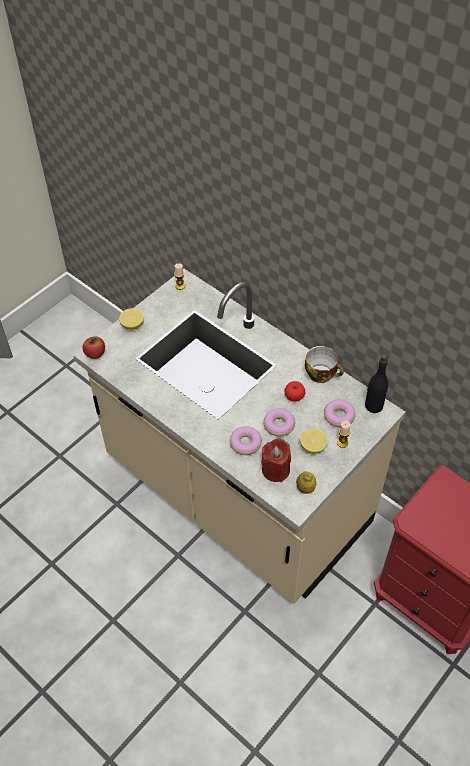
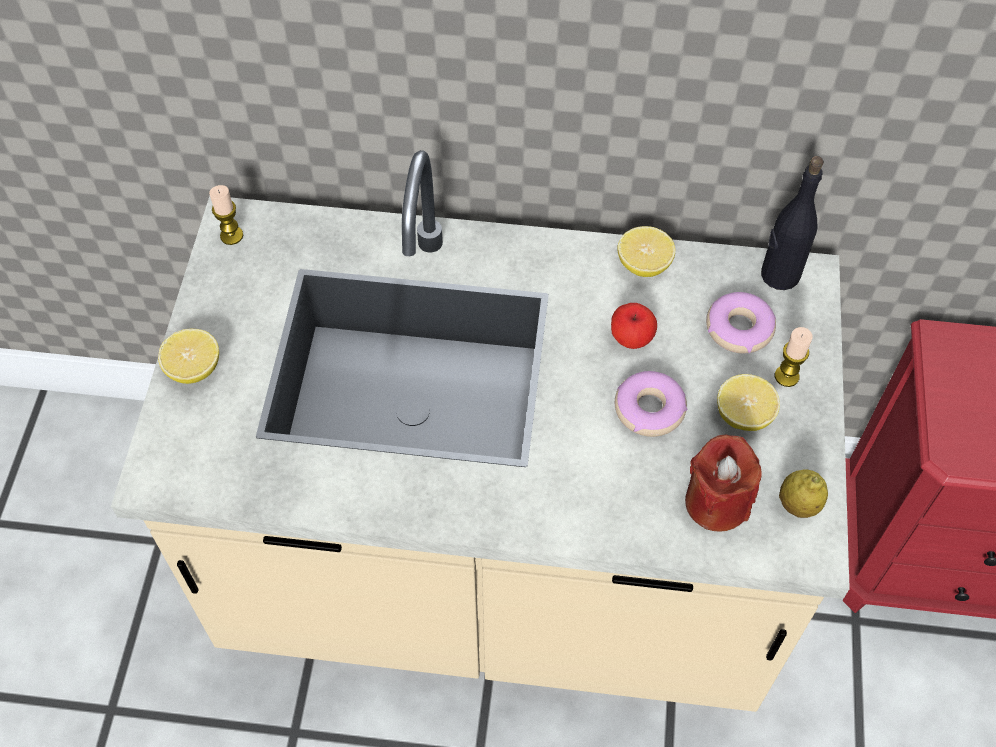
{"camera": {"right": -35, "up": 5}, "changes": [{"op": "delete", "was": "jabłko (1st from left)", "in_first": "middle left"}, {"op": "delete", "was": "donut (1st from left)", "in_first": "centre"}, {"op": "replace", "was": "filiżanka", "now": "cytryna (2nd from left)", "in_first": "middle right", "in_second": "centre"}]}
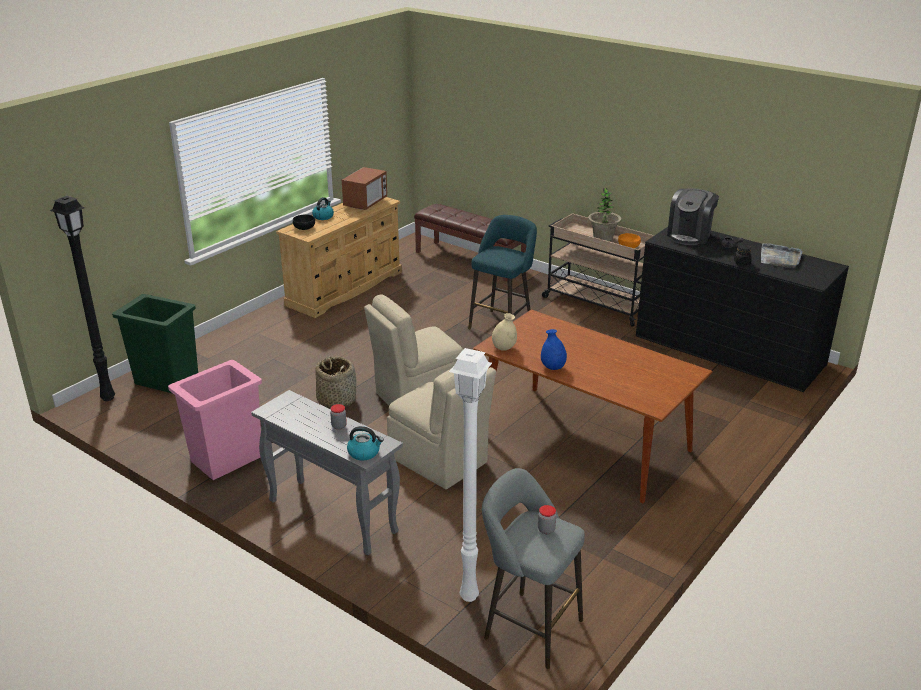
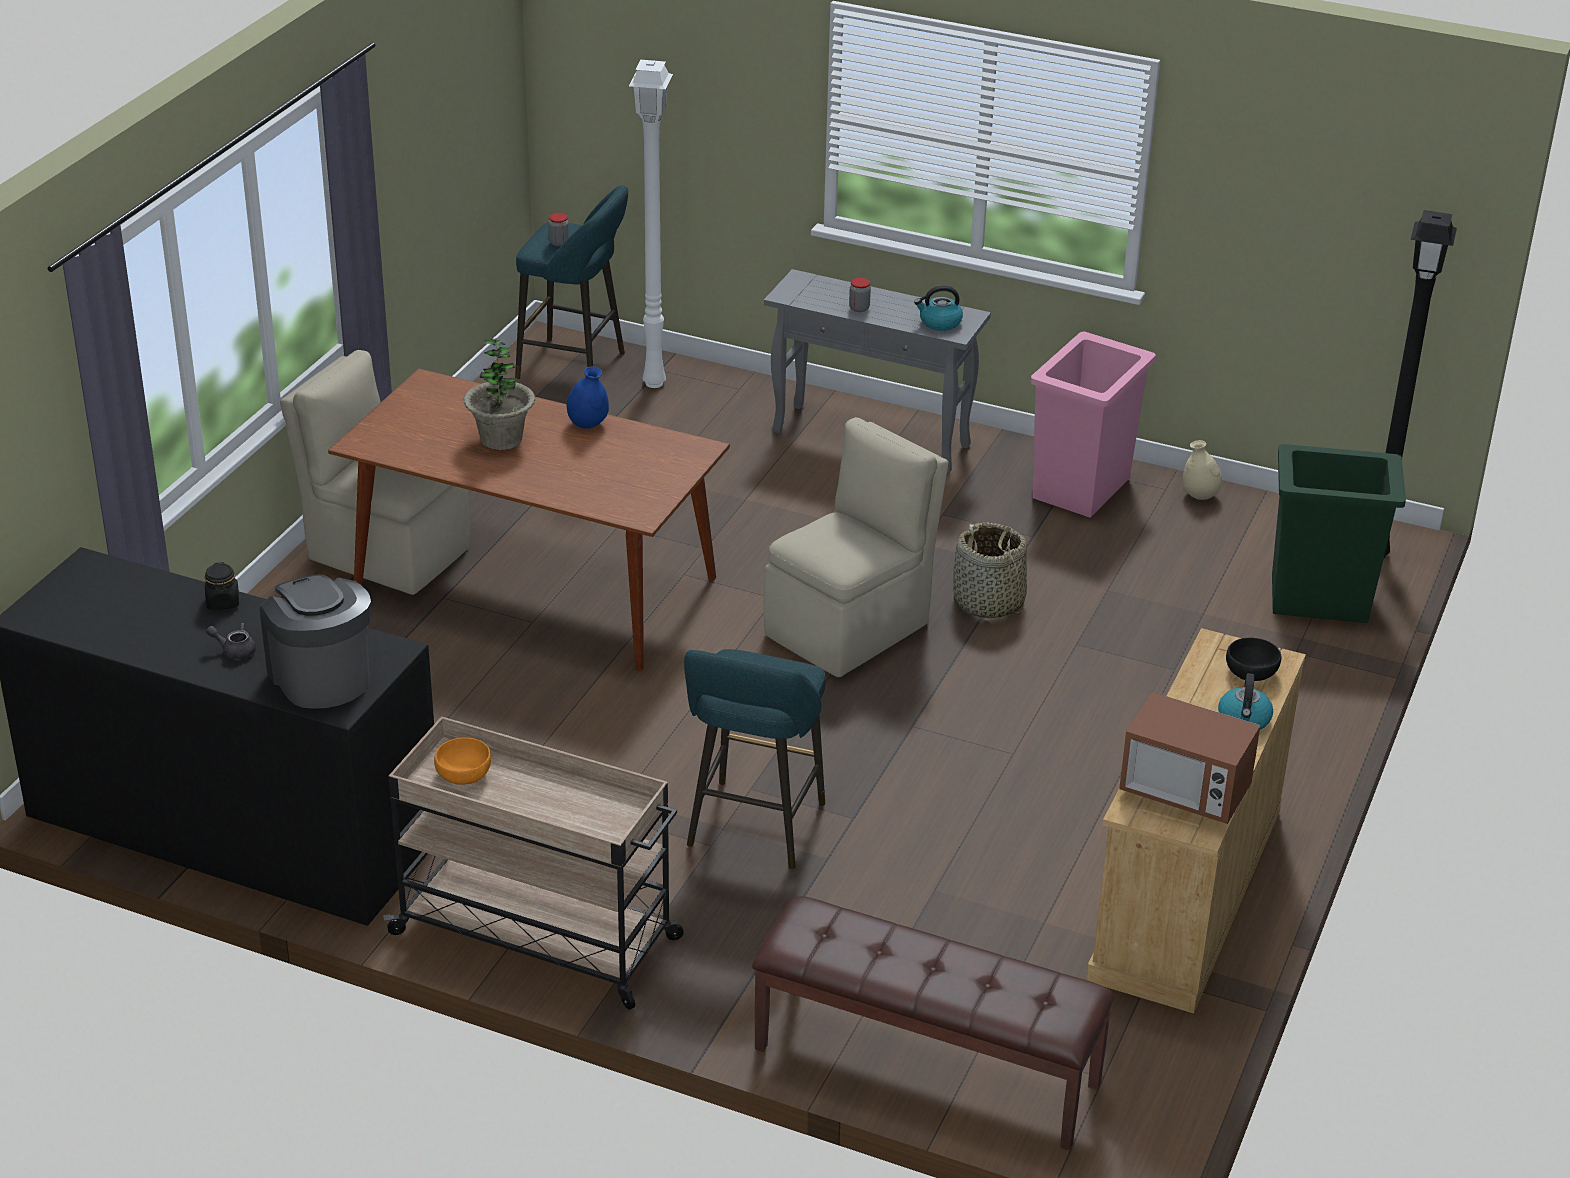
{"camera": {"right": 165, "up": 5}, "changes": [{"op": "rotate", "was": "mikrofalówka", "in_first": "top centre", "in_second": "middle right", "clockwise": -75}, {"op": "move", "was": "czajnik (2nd from left in the first image)", "now": "czajnik (1st from left)", "in_first": "centre", "in_second": "top centre"}, {"op": "move", "was": "krzesło/beżowy (2nd from left in the first image)", "now": "krzesło/beżowy (1st from left)", "in_first": "centre", "in_second": "middle left"}, {"op": "recolor", "was": "stołek/szary", "now": "stołek/turkusowy (1st from left)", "in_first": "bottom centre", "in_second": "top centre"}, {"op": "move", "was": "wazon/beżowy", "in_first": "centre", "in_second": "middle right"}, {"op": "move", "was": "roślina doniczkowa", "in_first": "top centre", "in_second": "middle left"}, {"op": "rotate", "was": "ekspres do kawy", "in_first": "top right", "in_second": "middle left", "clockwise": -45}, {"op": "delete", "was": "taca/szary", "in_first": "middle right"}]}
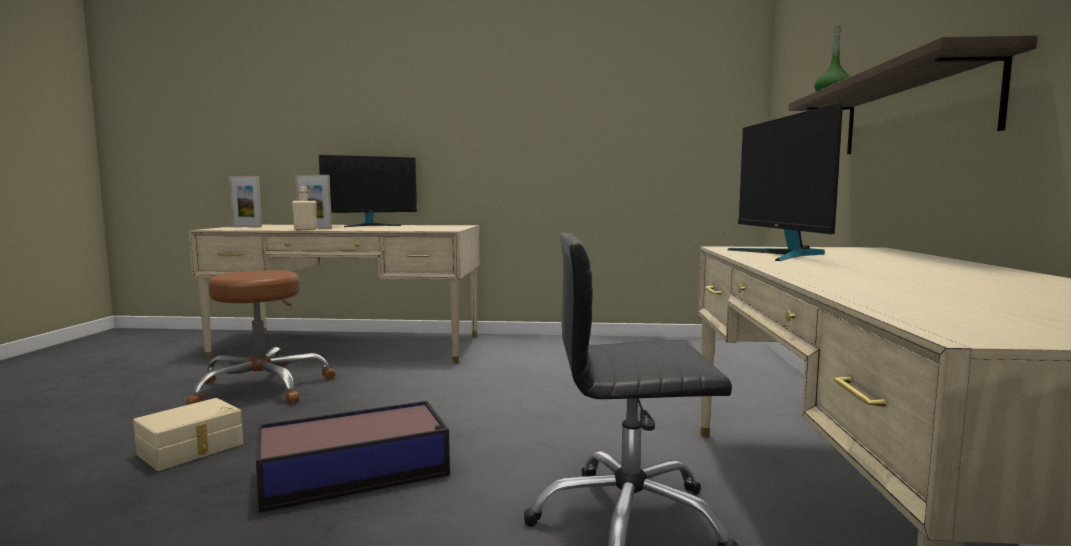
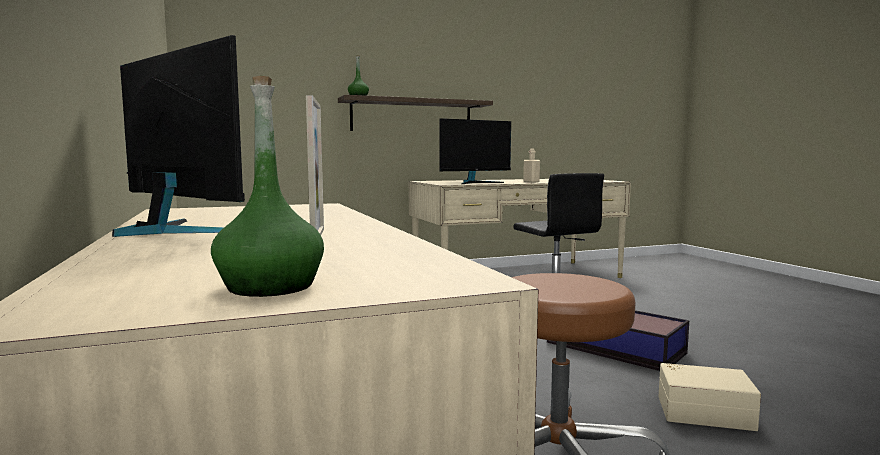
{"camera": {"right": -115, "up": 0}, "changes": [{"op": "replace", "was": "ramka na zdjęcie (1st from left)", "now": "butelka/zielony (1st from left)", "in_first": "middle left", "in_second": "middle left"}, {"op": "move", "was": "butelka/beżowy", "in_first": "middle left", "in_second": "centre"}]}
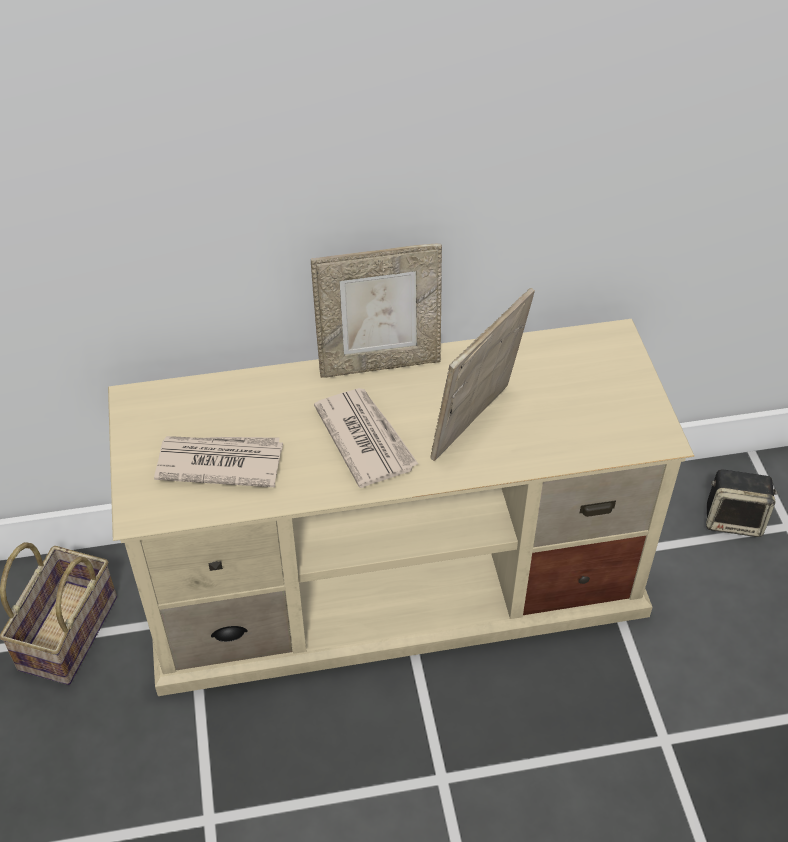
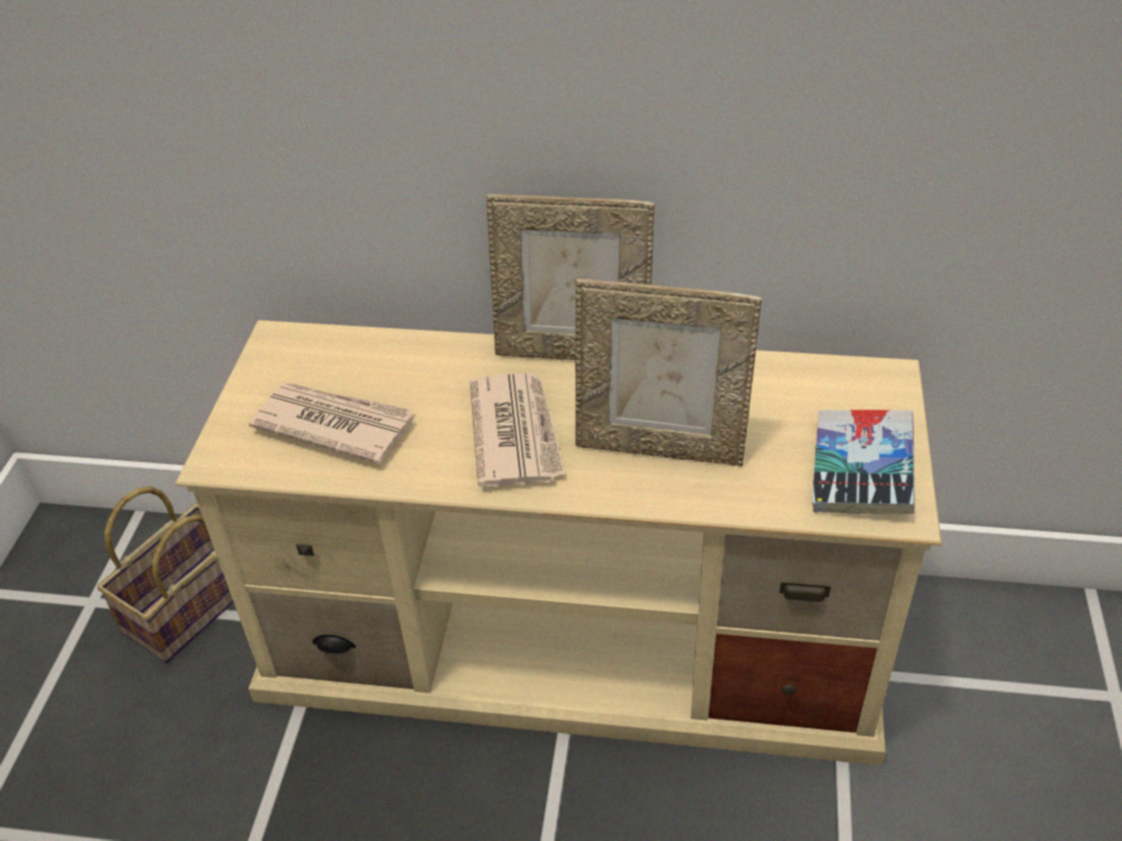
{"camera": {"right": 20, "up": -5}, "changes": [{"op": "rotate", "was": "ramka na zdjęcie (2nd from left)", "in_first": "centre", "in_second": "centre", "clockwise": -135}, {"op": "delete", "was": "głośnik", "in_first": "middle right"}, {"op": "insert", "now": "książka", "in_second": "middle right"}]}
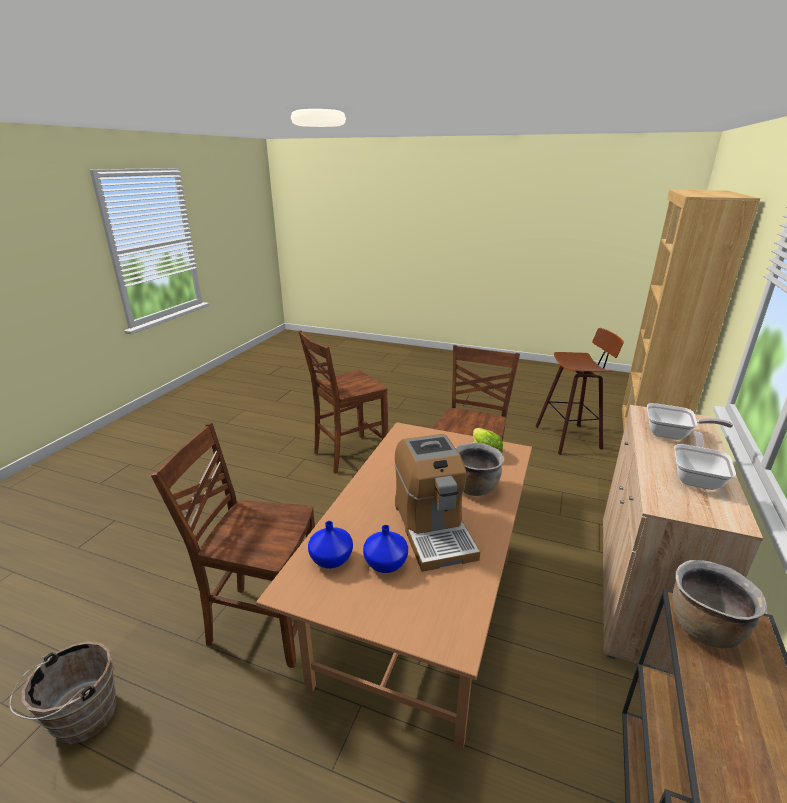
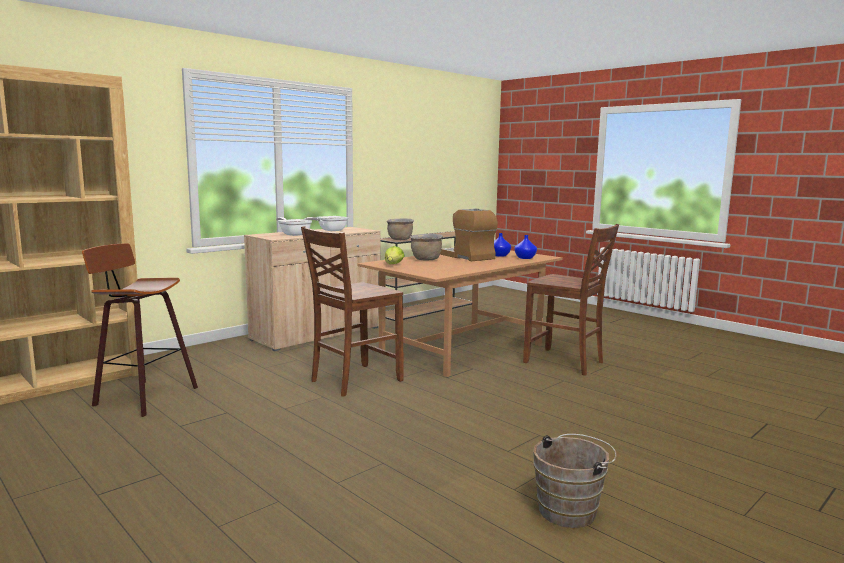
{"camera": {"right": -155, "up": -15}, "changes": [{"op": "move", "was": "wiadro/brązowy", "in_first": "bottom left", "in_second": "bottom right"}, {"op": "delete", "was": "krzesło/brązowy (2nd from left)", "in_first": "centre"}, {"op": "rotate", "was": "ekspres do kawy", "in_first": "centre", "in_second": "centre", "clockwise": -45}]}
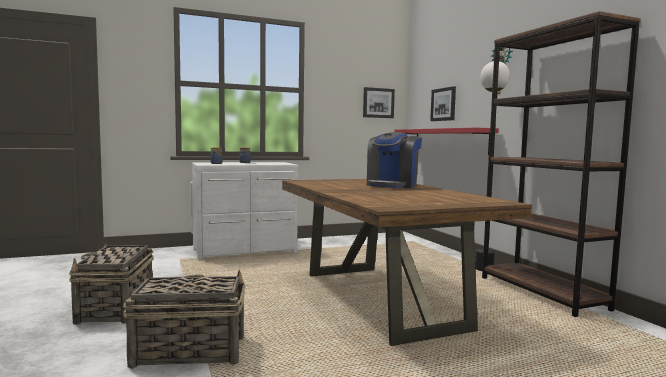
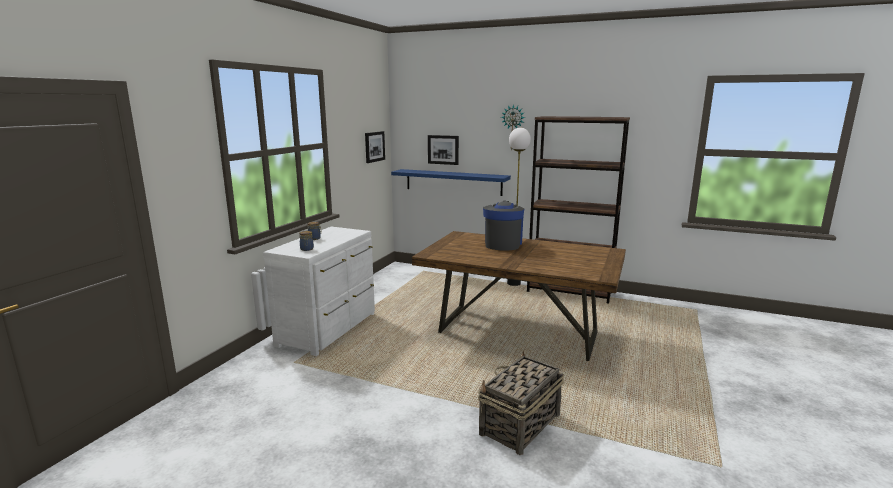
{"camera": {"right": -45, "up": 10}, "changes": [{"op": "delete", "was": "koszyk (1st from left)", "in_first": "bottom left"}, {"op": "rotate", "was": "ekspres do kawy", "in_first": "centre", "in_second": "centre", "clockwise": -150}, {"op": "recolor", "was": "półka/czerwony", "now": "półka/niebieski", "in_first": "middle right", "in_second": "centre"}]}
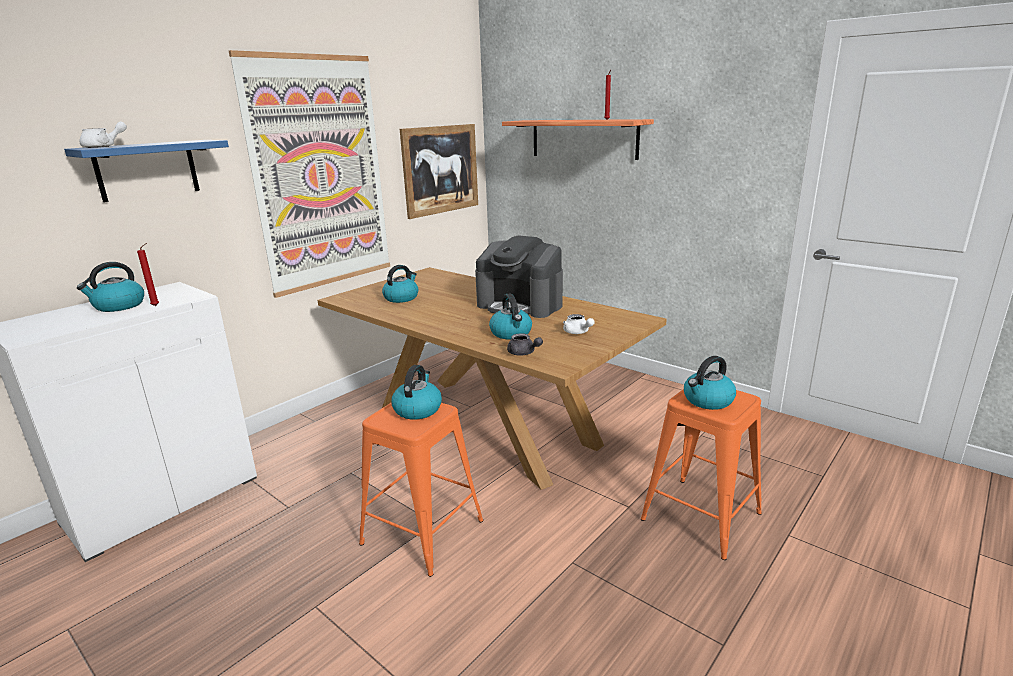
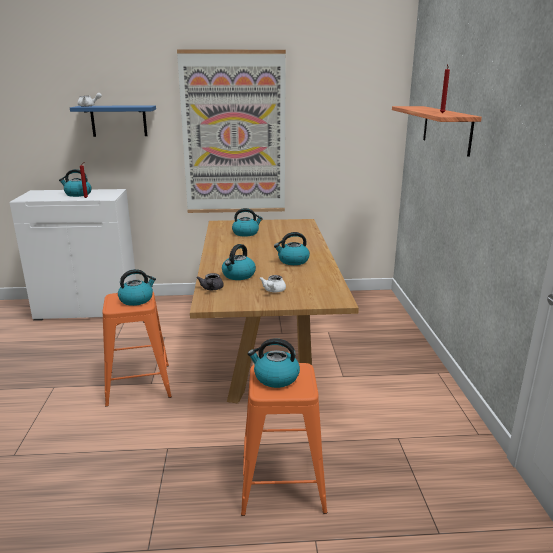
{"camera": {"right": 45, "up": 0}, "changes": [{"op": "delete", "was": "obraz (2nd from left)", "in_first": "top centre"}, {"op": "replace", "was": "ekspres do kawy", "now": "czajnik (6th from left)", "in_first": "centre", "in_second": "centre"}]}
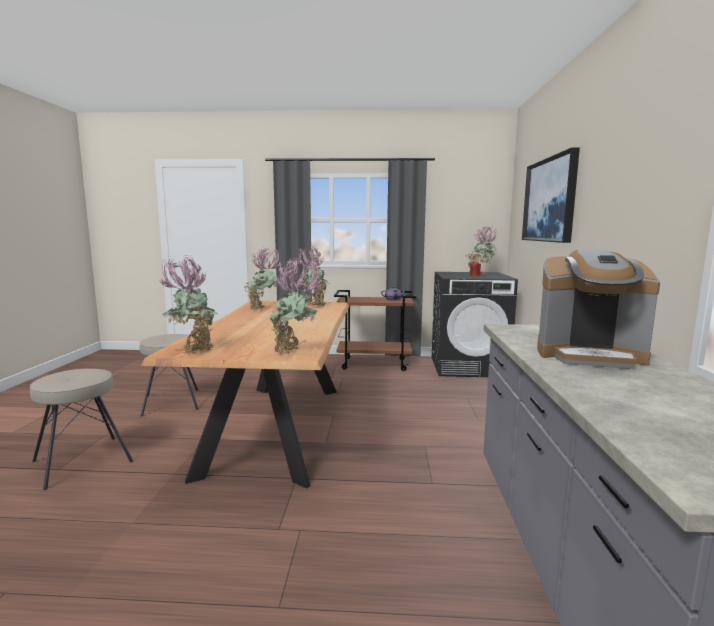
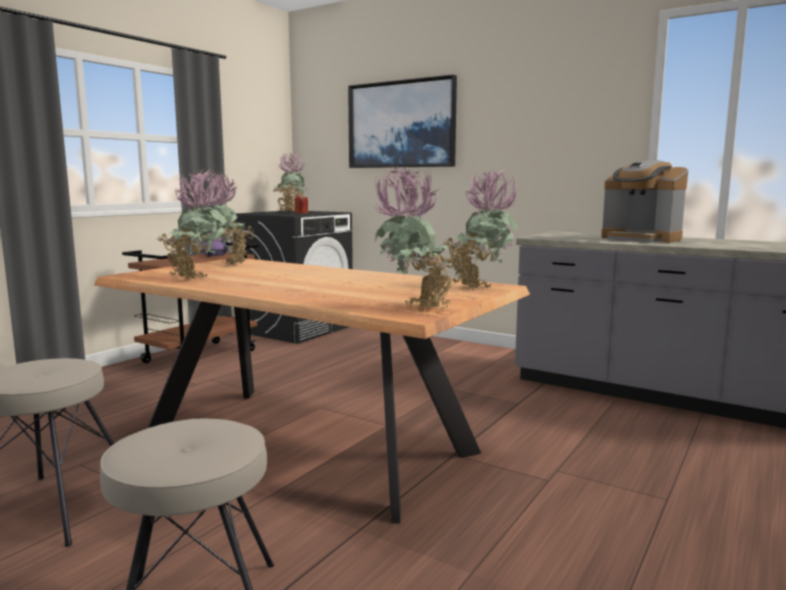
{"camera": {"right": -60, "up": 0}, "changes": [{"op": "rotate", "was": "ekspres do kawy", "in_first": "middle right", "in_second": "middle right", "clockwise": 90}]}
